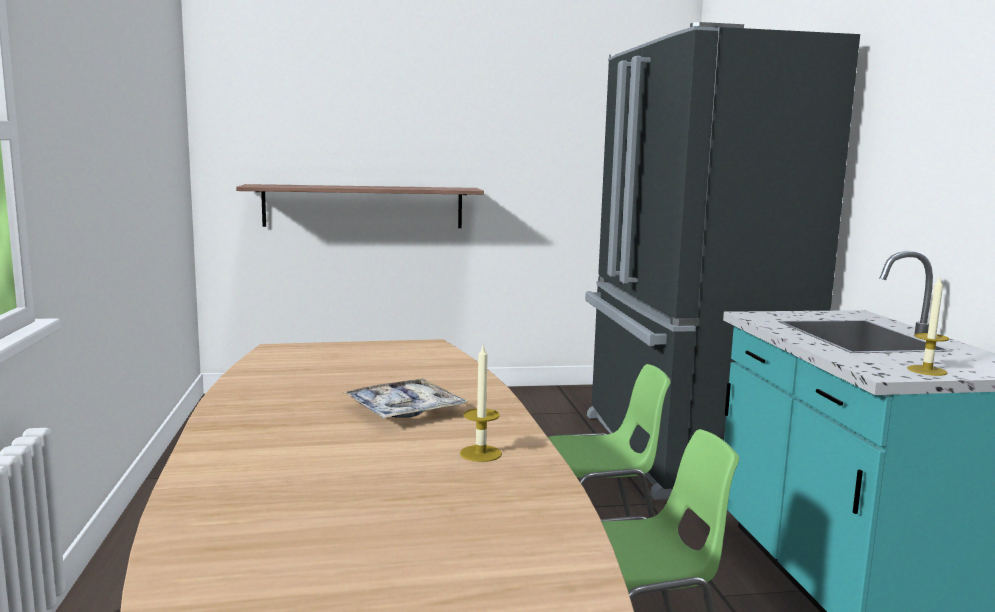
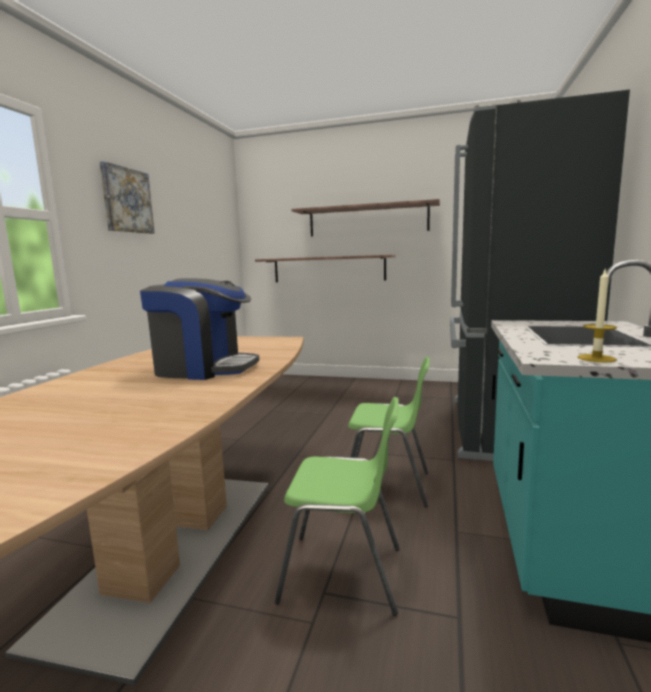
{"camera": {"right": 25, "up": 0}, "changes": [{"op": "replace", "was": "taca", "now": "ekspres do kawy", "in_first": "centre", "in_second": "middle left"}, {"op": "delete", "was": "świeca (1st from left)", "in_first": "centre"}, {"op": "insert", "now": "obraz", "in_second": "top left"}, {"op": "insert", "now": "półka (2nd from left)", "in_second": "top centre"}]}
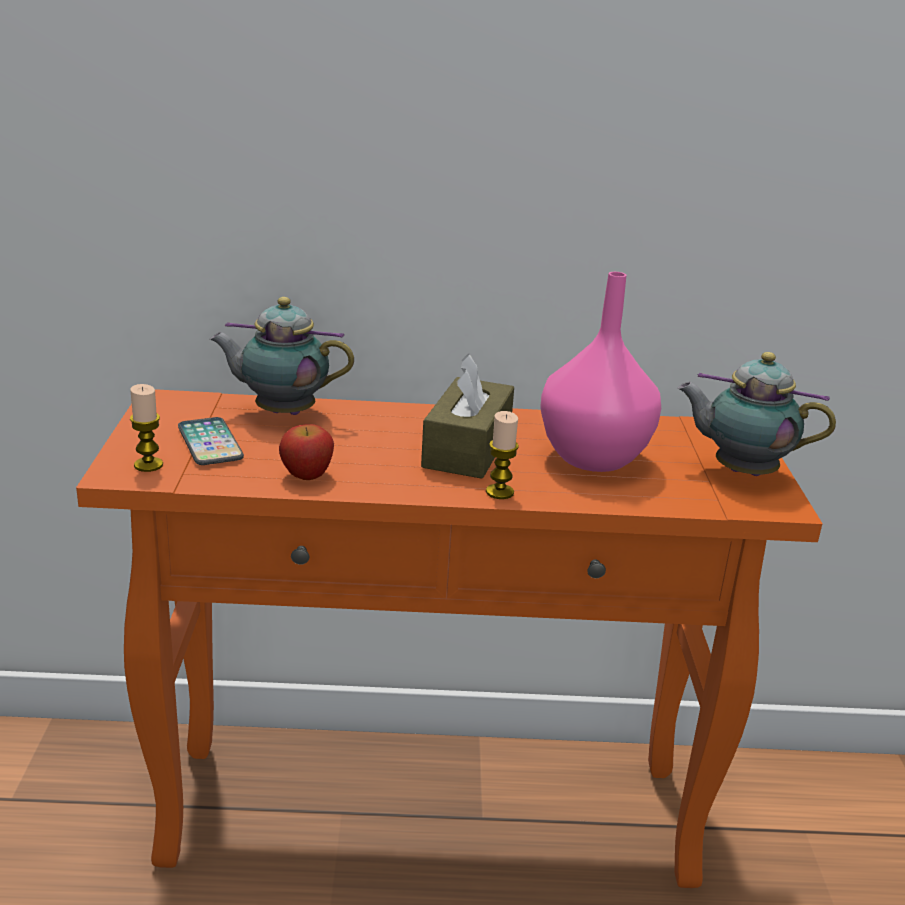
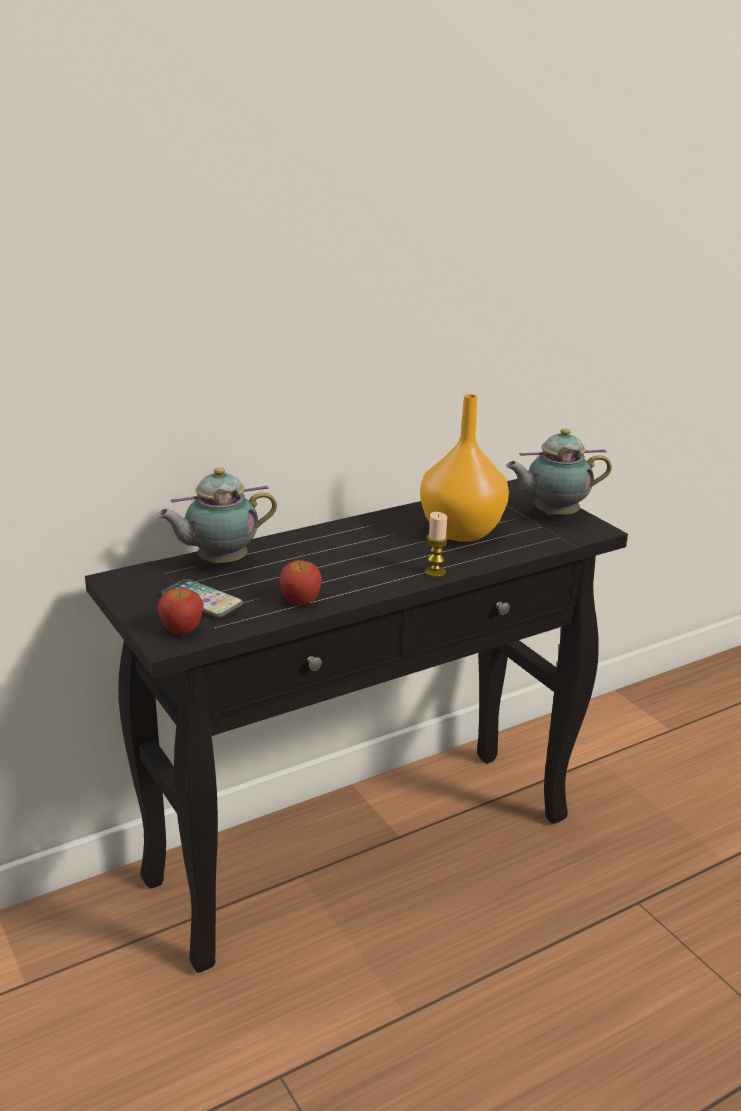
{"camera": {"right": -30, "up": 0}, "changes": [{"op": "recolor", "was": "stolik konsolowy/pomarańczowy", "now": "stolik konsolowy/czarny", "in_first": "bottom centre", "in_second": "centre"}, {"op": "replace", "was": "świeca (1st from left)", "now": "jabłko (1st from left)", "in_first": "middle left", "in_second": "middle left"}, {"op": "delete", "was": "pudełko chusteczek/brązowy", "in_first": "centre"}, {"op": "recolor", "was": "wazon/różowy", "now": "wazon/pomarańczowy", "in_first": "centre", "in_second": "centre"}]}
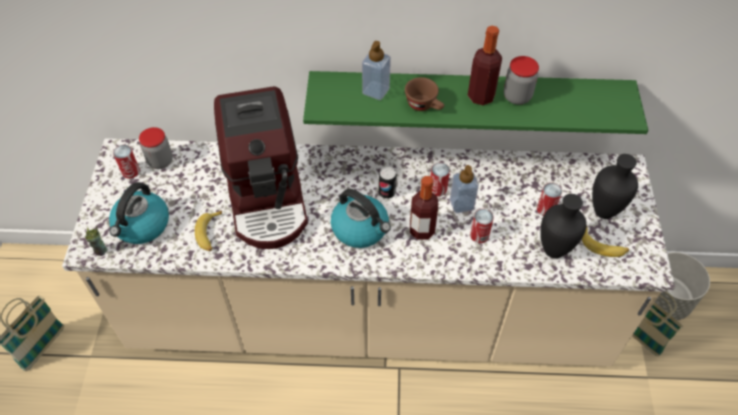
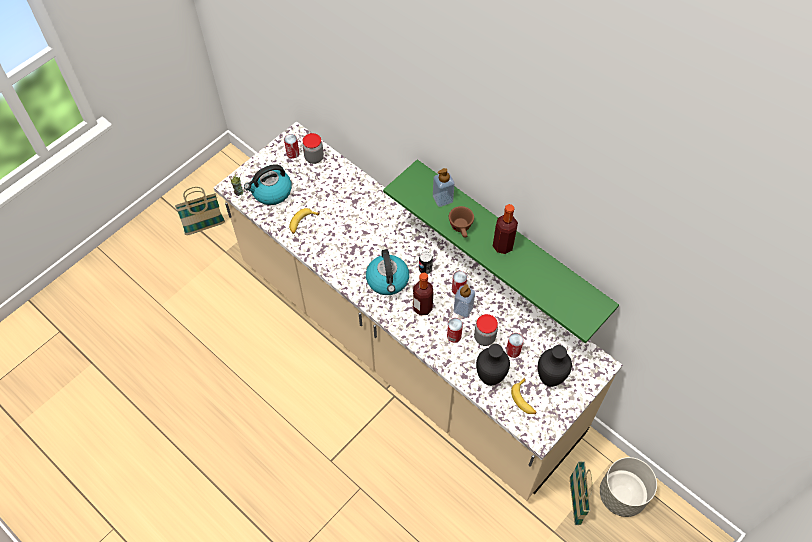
{"camera": {"right": 40, "up": 5}, "changes": [{"op": "delete", "was": "ekspres do kawy", "in_first": "centre"}, {"op": "move", "was": "słoik (2nd from left)", "in_first": "top right", "in_second": "centre"}]}
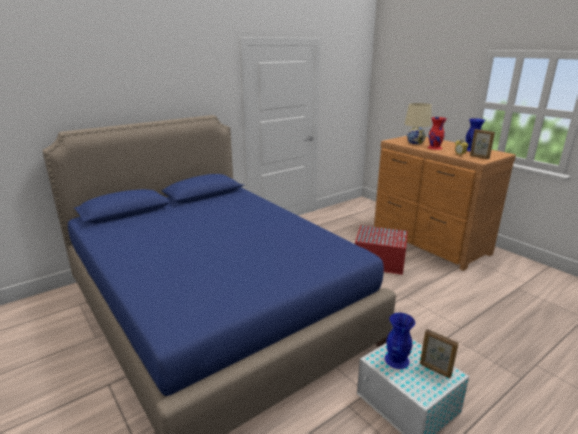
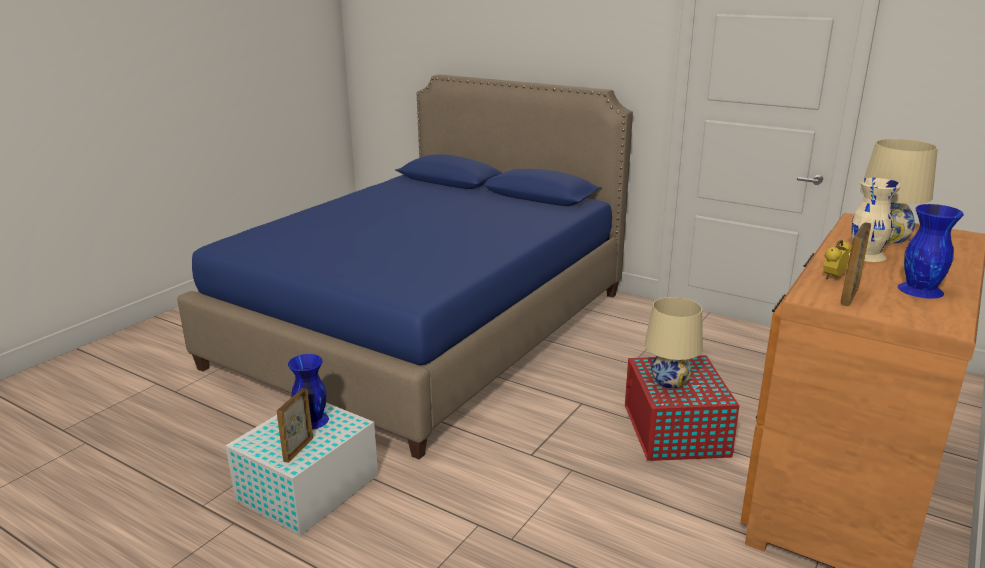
{"camera": {"right": 70, "up": 0}, "changes": [{"op": "recolor", "was": "wazon/czerwony", "now": "wazon/beżowy", "in_first": "top right", "in_second": "middle right"}, {"op": "insert", "now": "lampa stołowa/beżowy (1st from left)", "in_second": "middle right"}]}
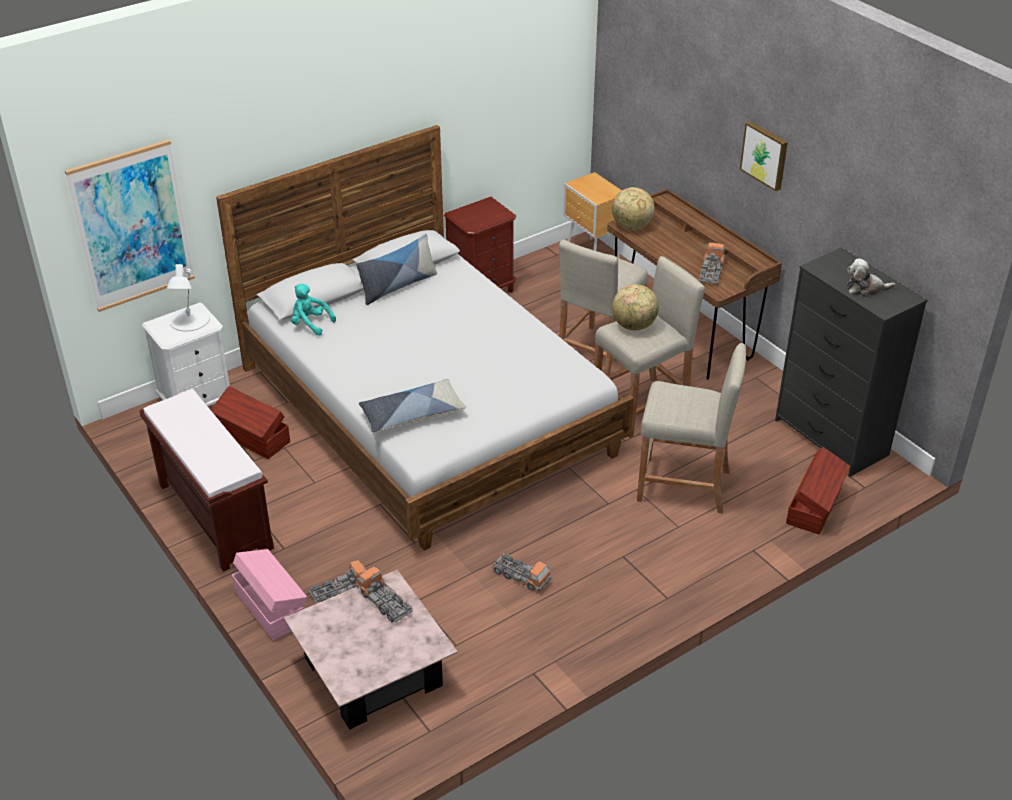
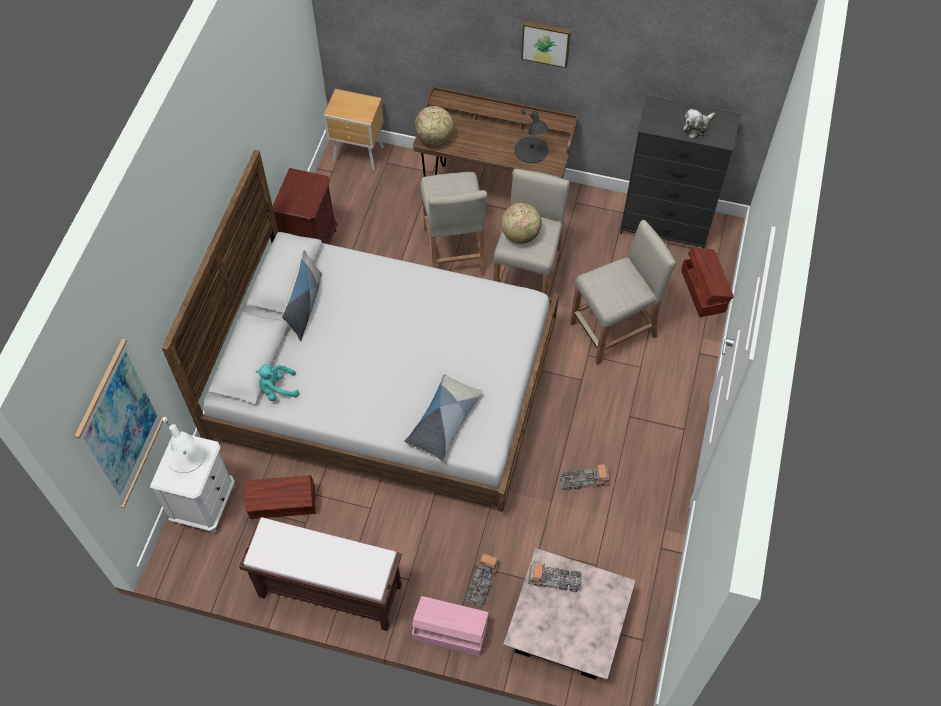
{"camera": {"right": -40, "up": 20}, "changes": [{"op": "replace", "was": "ciężarówka zabawkowa (4th from left)", "now": "lampa stołowa/czarny", "in_first": "top right", "in_second": "top centre"}]}
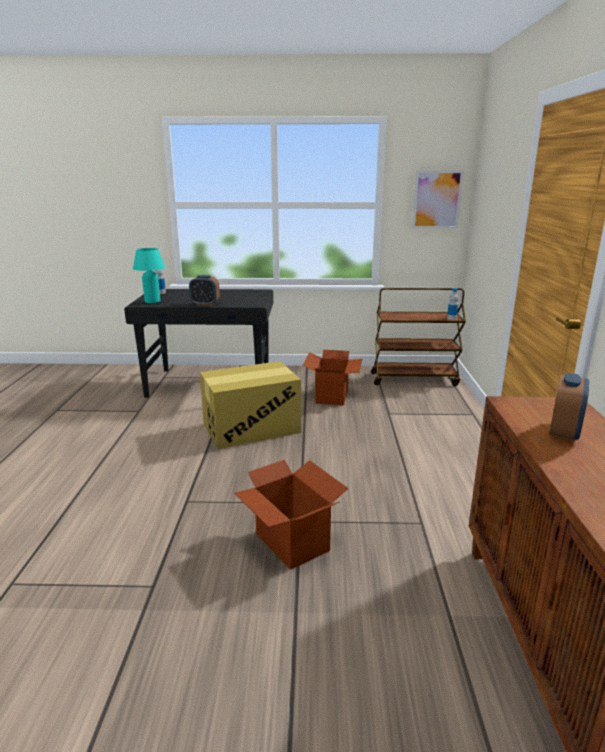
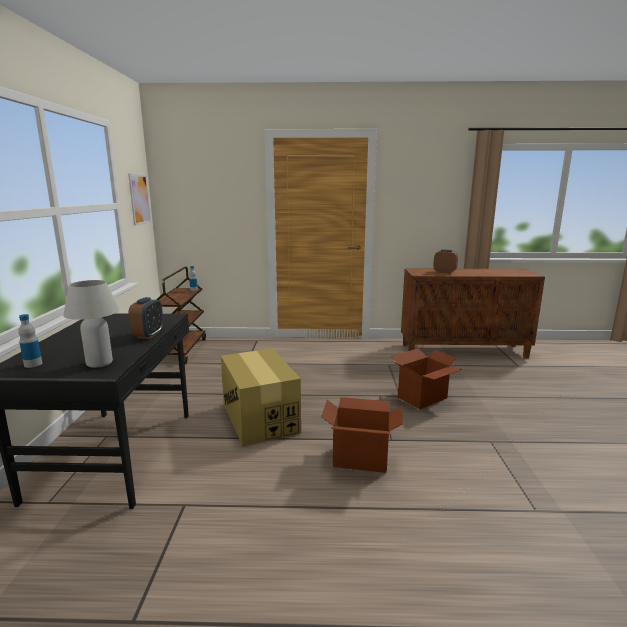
{"camera": {"right": -90, "up": -5}, "changes": [{"op": "recolor", "was": "lampa stołowa/turkusowy", "now": "lampa stołowa/biały", "in_first": "middle left", "in_second": "middle left"}, {"op": "move", "was": "karton (3rd from left in the first image)", "now": "karton (2nd from left)", "in_first": "centre", "in_second": "bottom centre"}]}
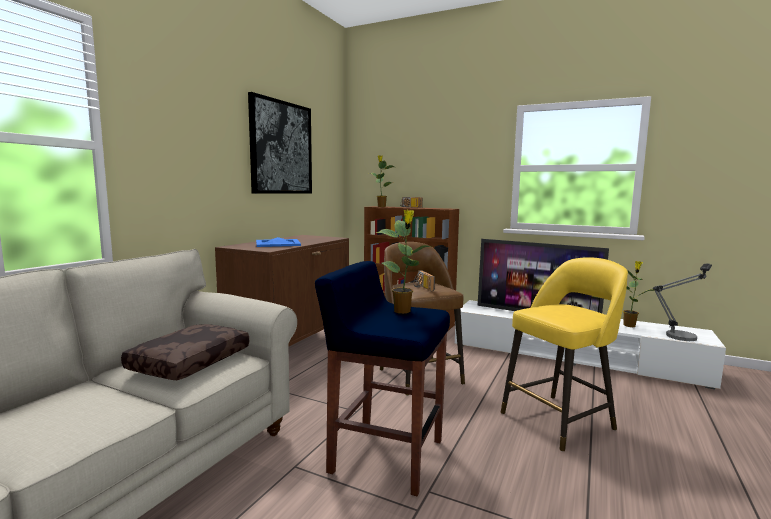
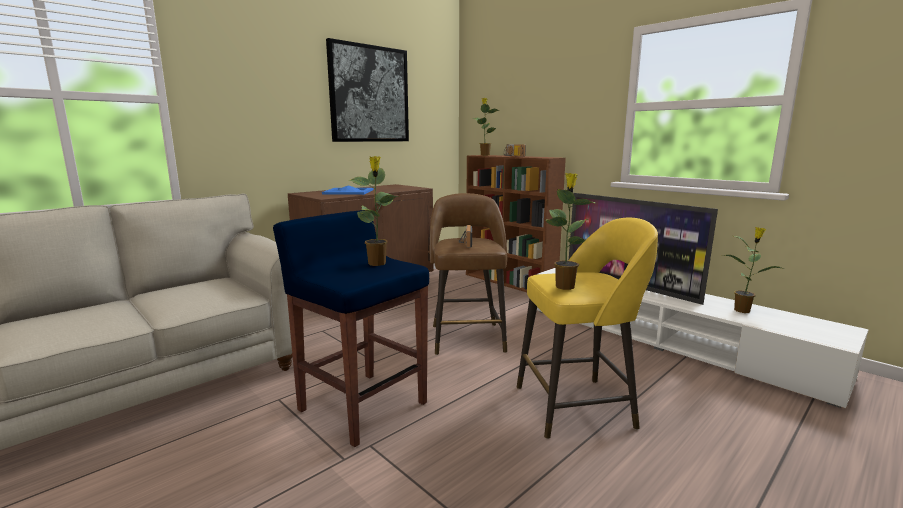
{"camera": {"right": 20, "up": 5}, "changes": [{"op": "delete", "was": "poduszka/brązowy", "in_first": "bottom left"}, {"op": "delete", "was": "lampa stołowa", "in_first": "middle right"}, {"op": "insert", "now": "roślina doniczkowa (3rd from left)", "in_second": "centre"}]}
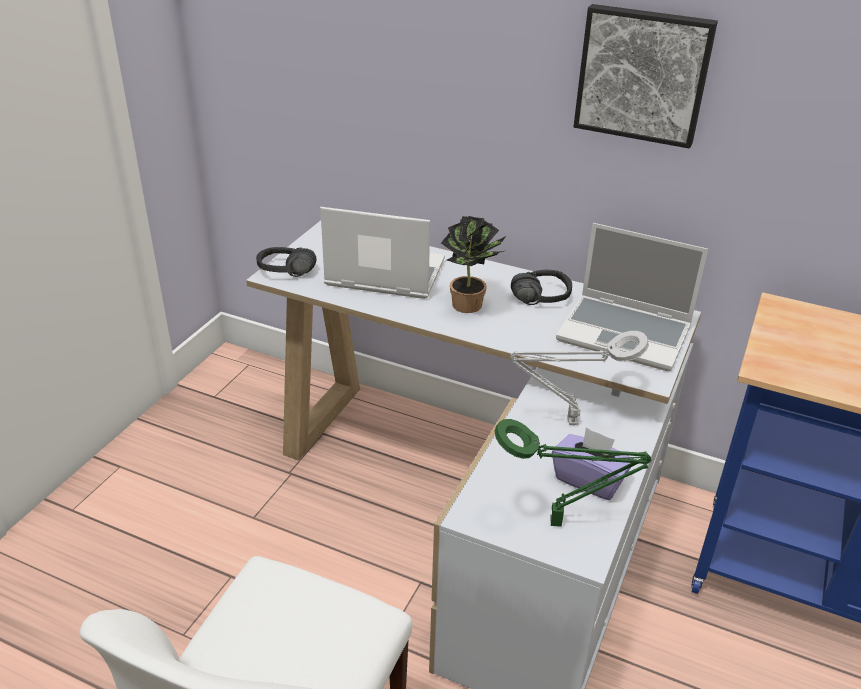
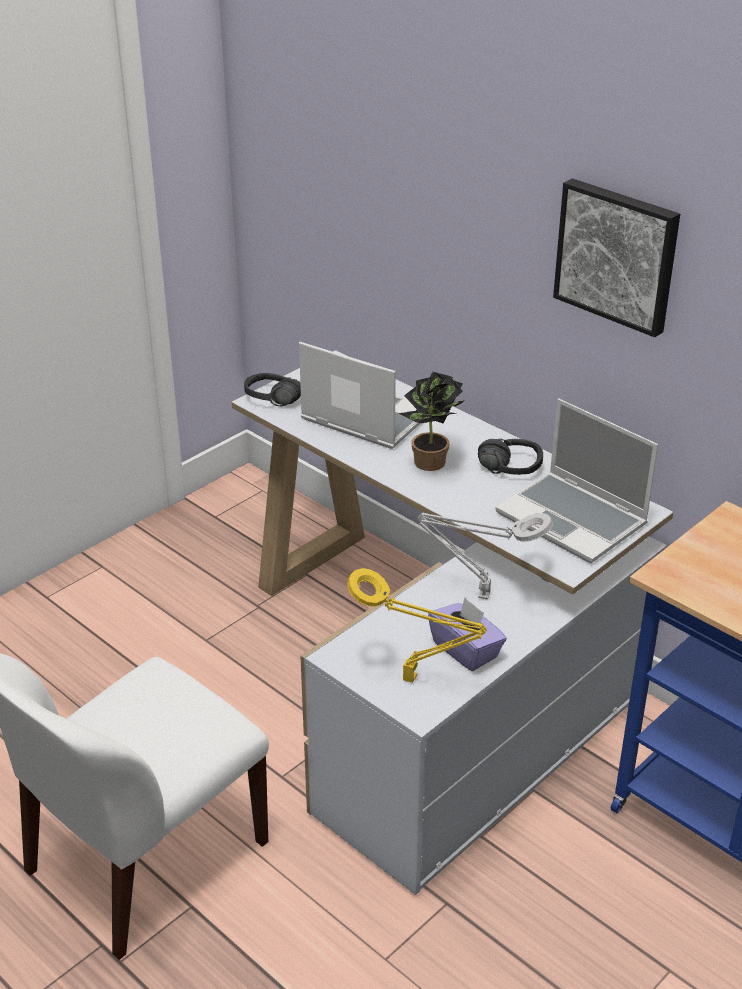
{"camera": {"right": 20, "up": 0}, "changes": [{"op": "recolor", "was": "lampa stołowa/zielony", "now": "lampa stołowa/żółty", "in_first": "bottom centre", "in_second": "centre"}]}
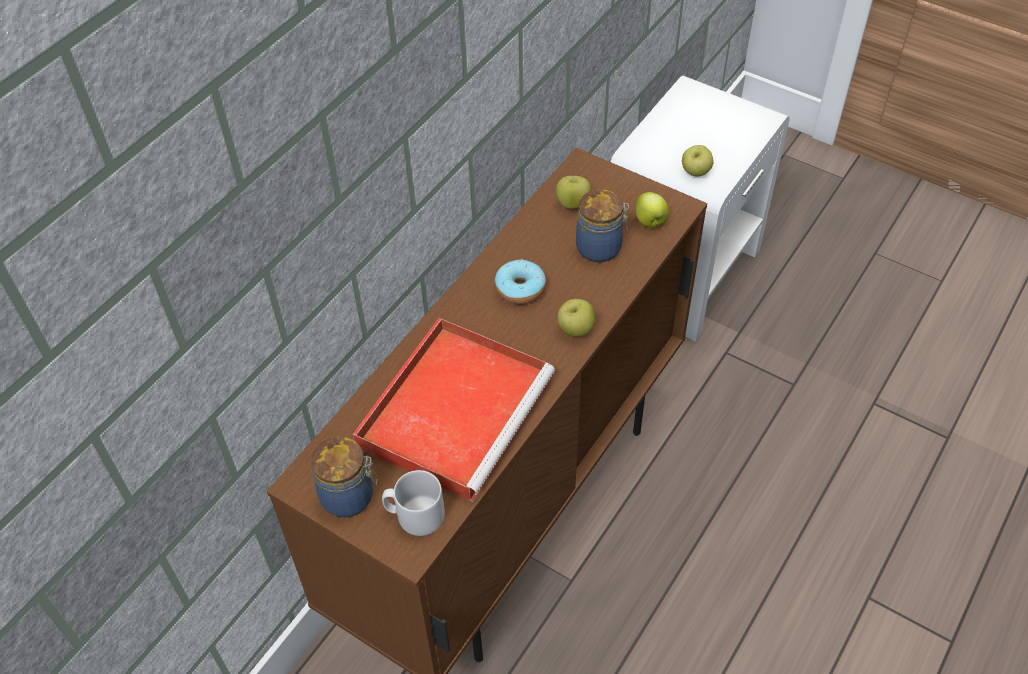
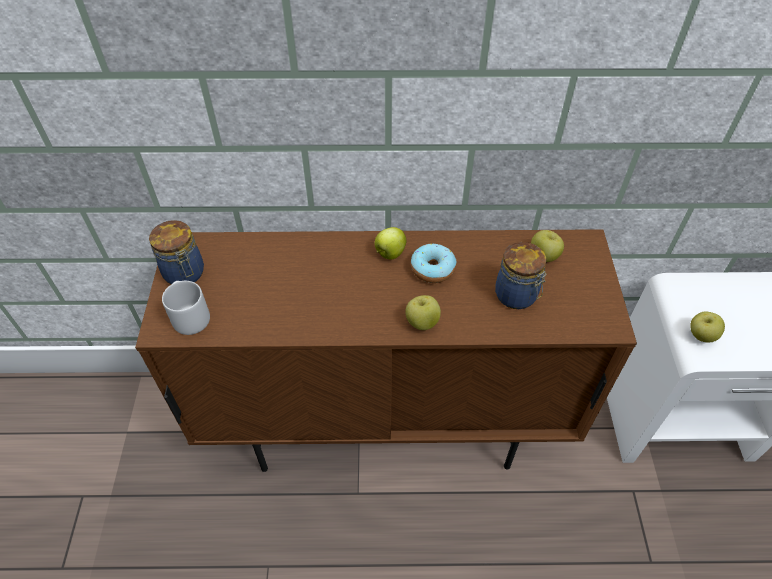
{"camera": {"right": 55, "up": 0}, "changes": [{"op": "delete", "was": "taca/czerwony", "in_first": "centre"}, {"op": "move", "was": "jabłko (3rd from left in the first image)", "now": "jabłko (1st from left)", "in_first": "top centre", "in_second": "centre"}]}
